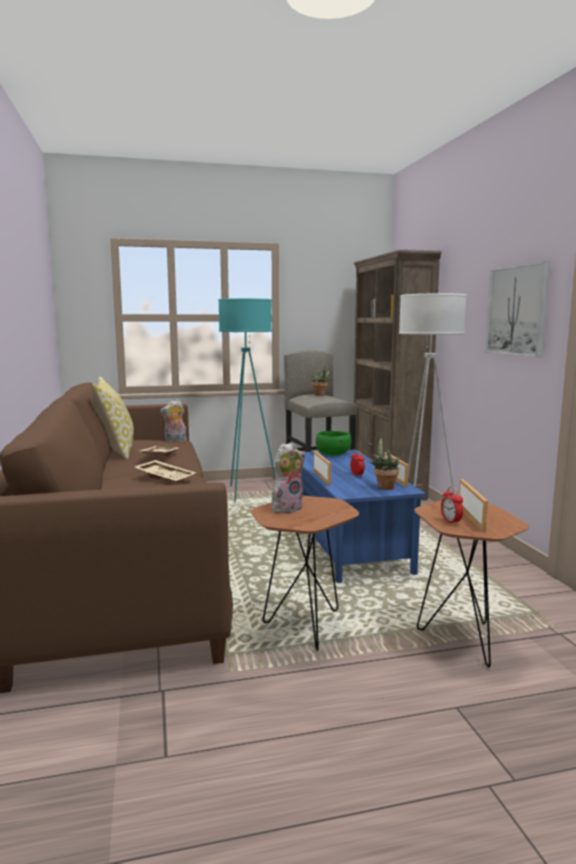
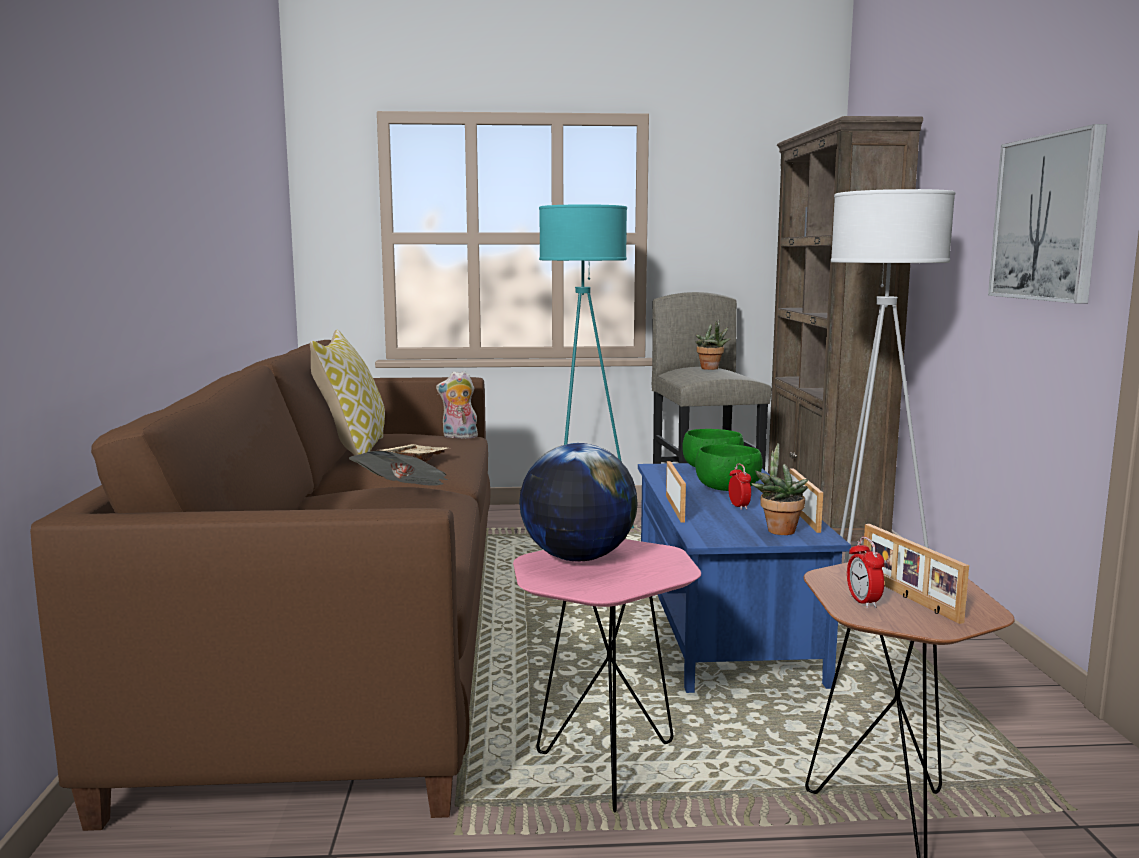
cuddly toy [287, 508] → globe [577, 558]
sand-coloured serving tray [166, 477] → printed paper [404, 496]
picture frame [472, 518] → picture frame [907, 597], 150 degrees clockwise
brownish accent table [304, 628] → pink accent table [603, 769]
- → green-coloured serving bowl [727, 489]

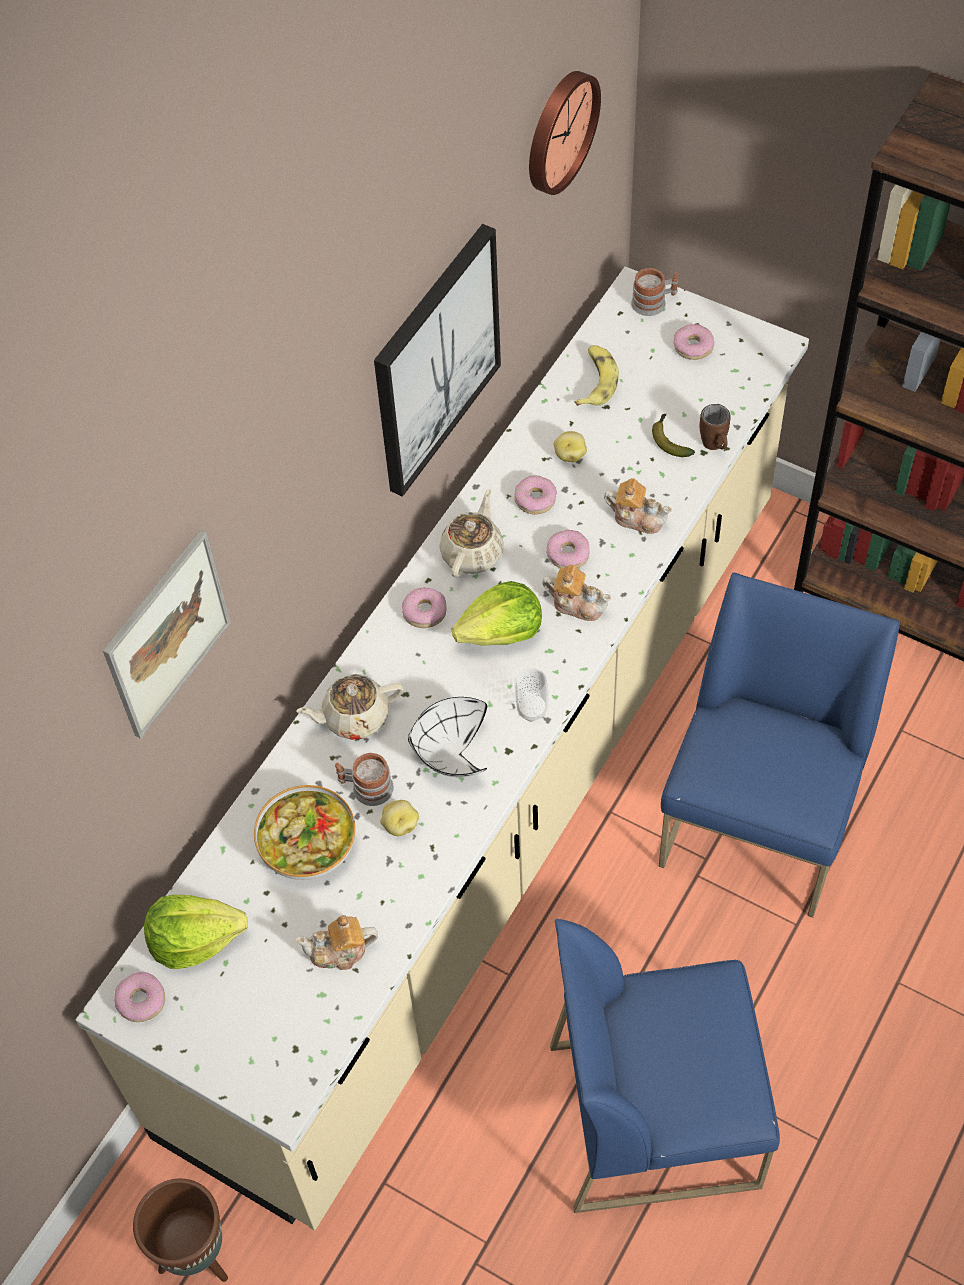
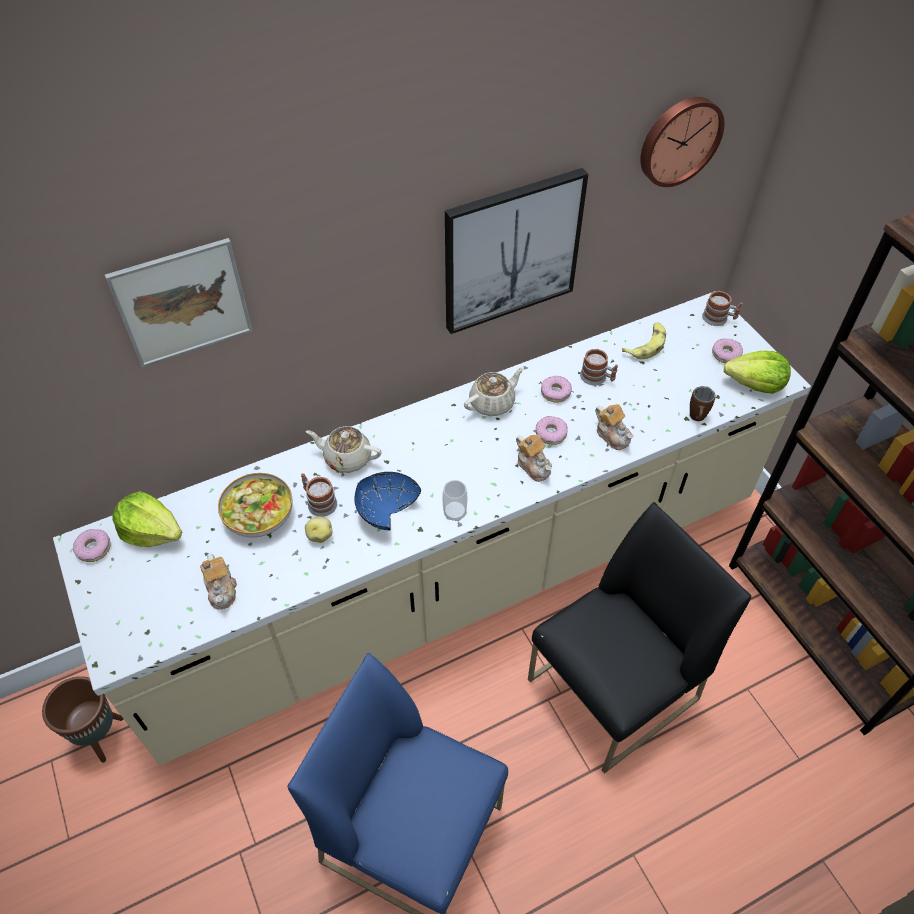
banana [669, 440] → -
spud [570, 454] → mug [597, 378]
bluish chair [761, 821] → black-coloured chair [612, 691]
lettuce [502, 633] → lettuce [755, 384], moved
doughnut [424, 612] → -
white serving bowl [450, 755] → bluish serving bowl [383, 511]
pot for tea [339, 951] → pot for tea [222, 589], 135 degrees counterclockwise

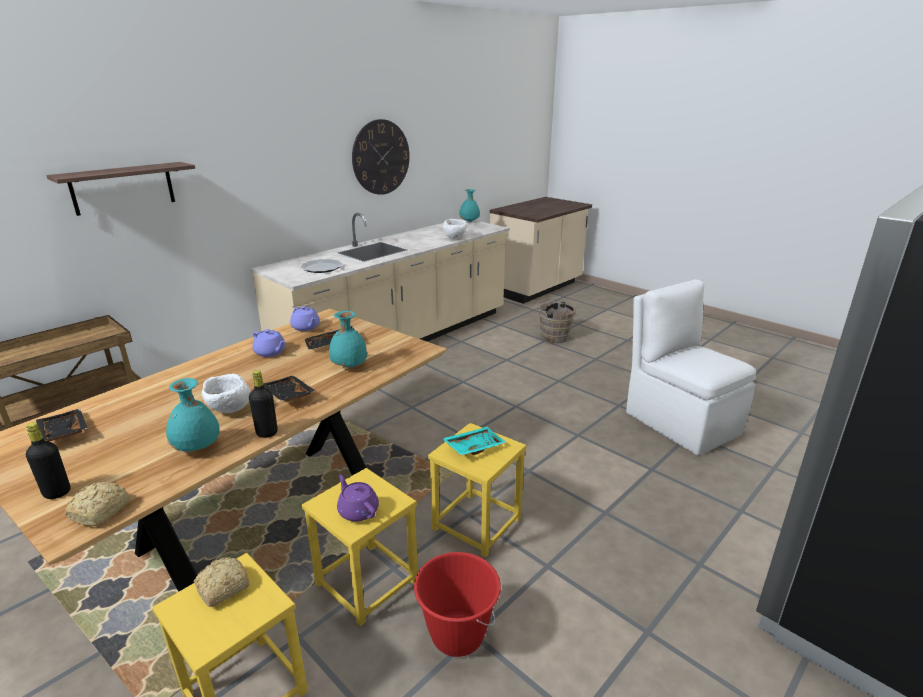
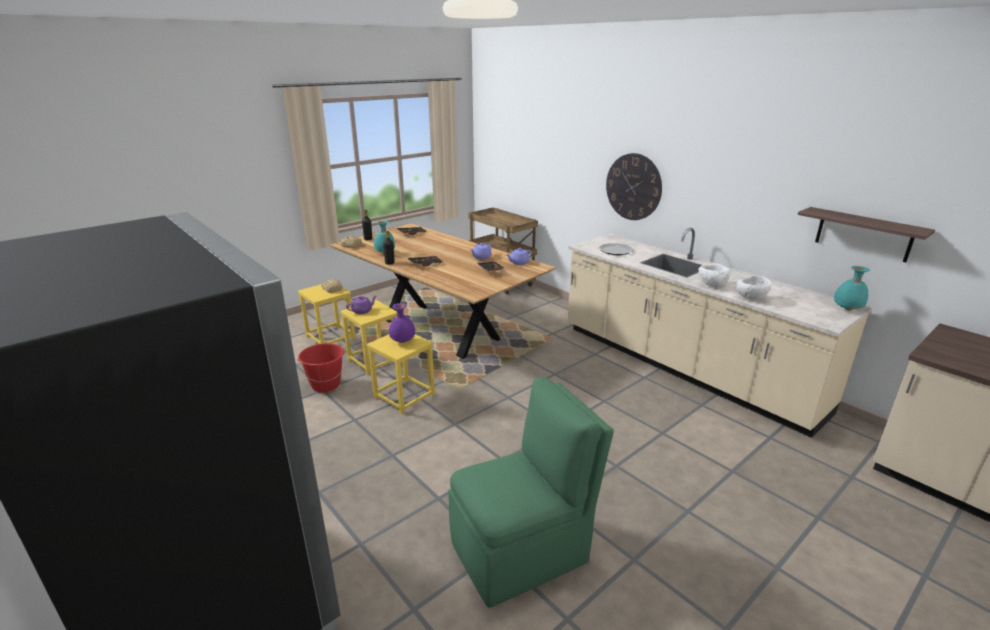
hanging clock [381, 157] → hanging clock [633, 187], moved
bracket shelf [123, 188] → bracket shelf [863, 234], moved
white chair [680, 421] → green-coloured chair [522, 551]
brownish pail [552, 336] → -
turquoise vase [349, 366] → -
white serving bowl [229, 410] → white serving bowl [711, 285], moved
turquoise serving tray [473, 447] → purple-coloured vase [402, 341]

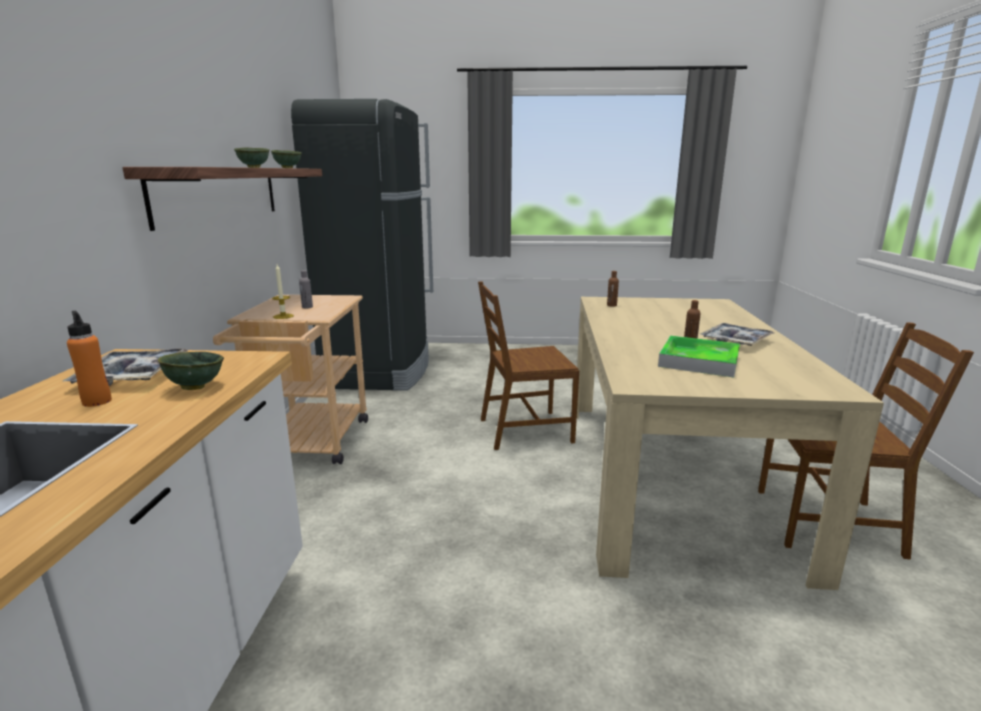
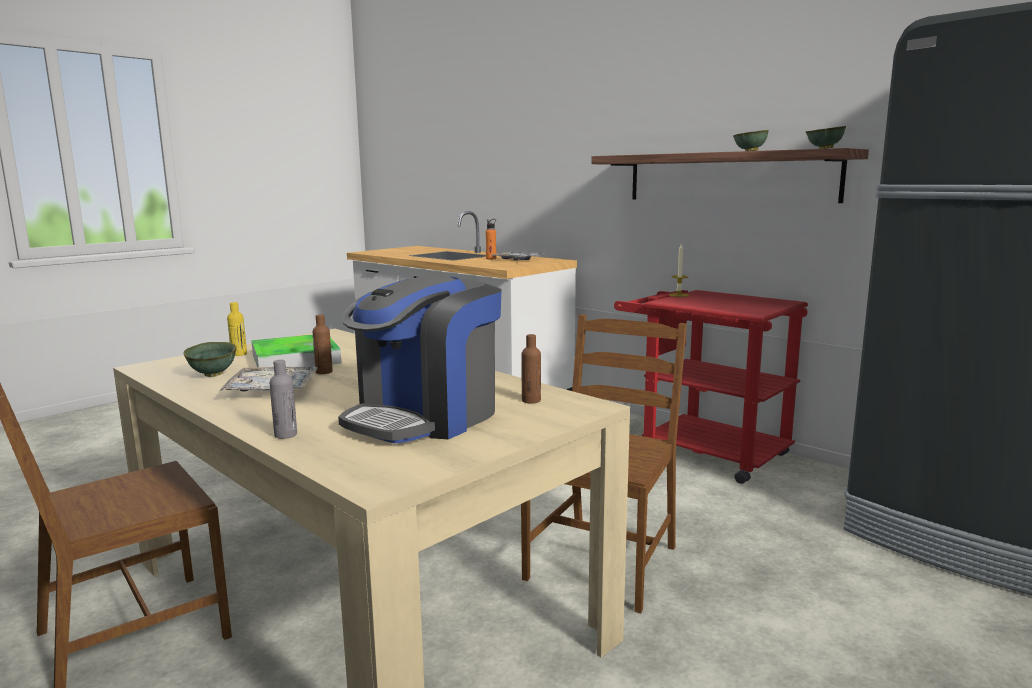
greyish drink bottle [307, 307] → greyish drink bottle [285, 435], moved
sand-coloured cart [310, 445] → red cart [702, 451]
green-coloured serving bowl [194, 387] → green-coloured serving bowl [214, 375], moved
- → coffee brewer [425, 417]
- → yellow drink bottle [239, 354]

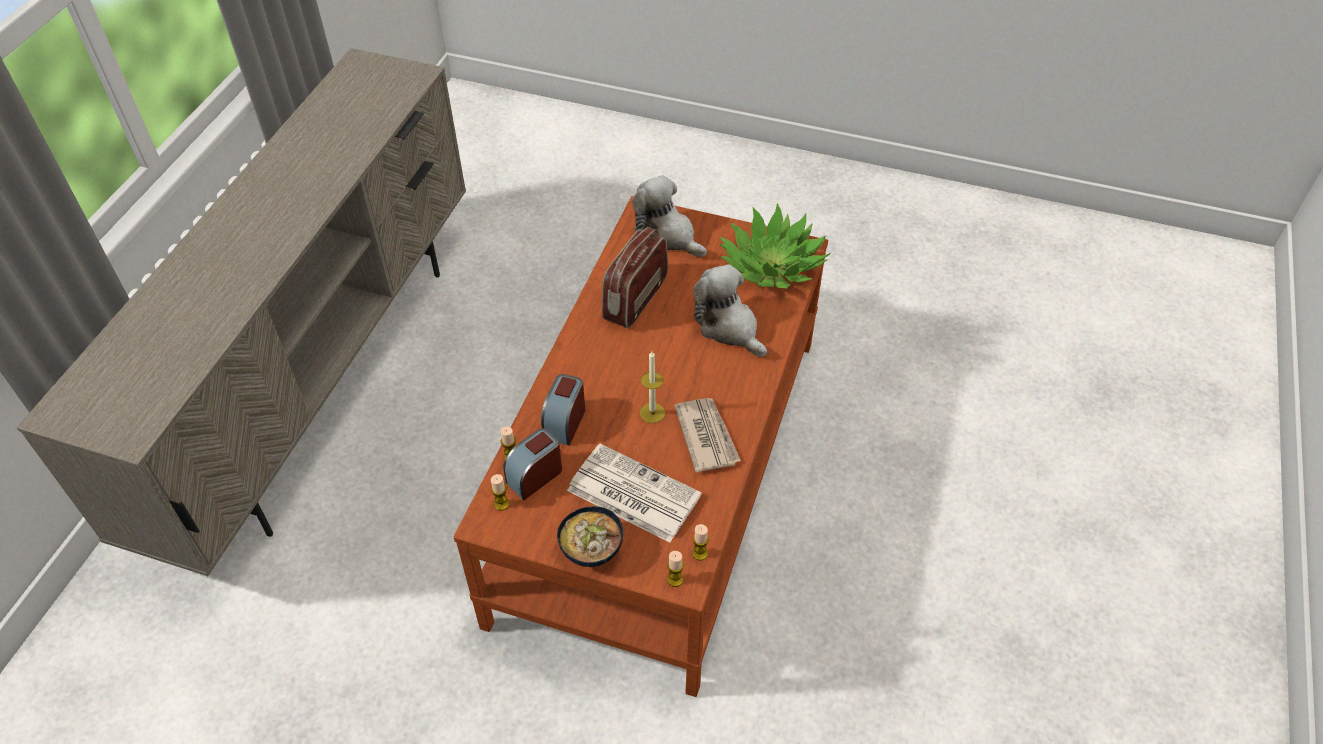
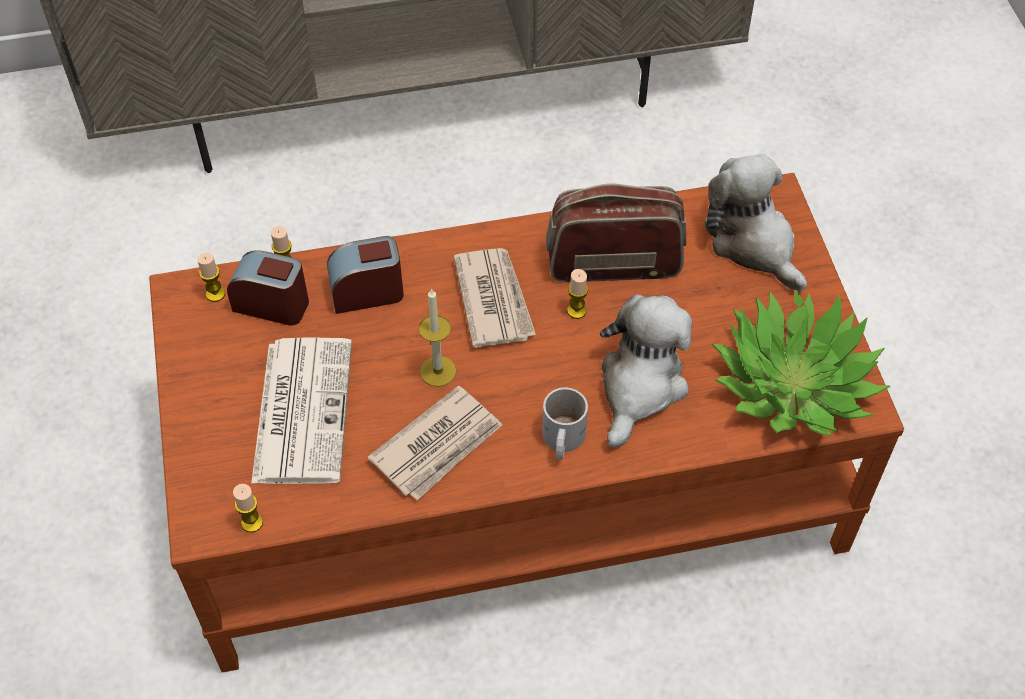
cuddly toy [667, 235] → cuddly toy [753, 243], 45 degrees counterclockwise
serving bowl [593, 551] → -
wax candle [675, 579] → wax candle [576, 311], moved
- → printed paper [494, 299]
- → white mug [561, 440]

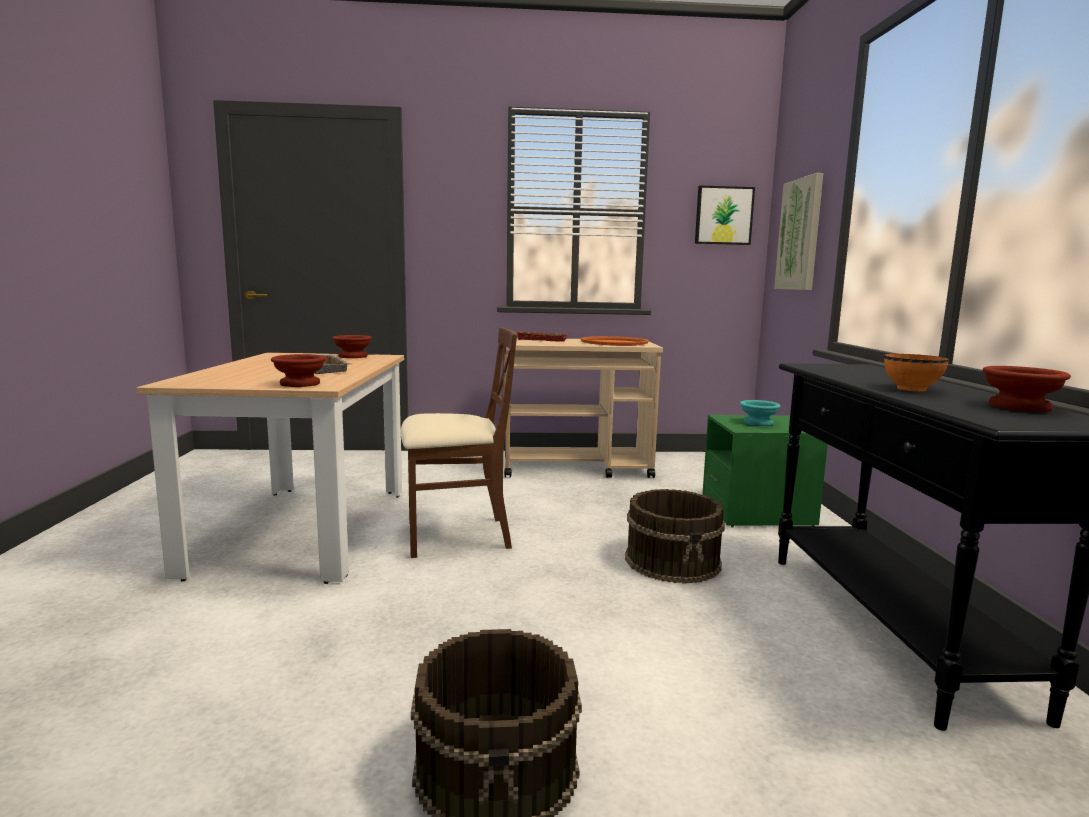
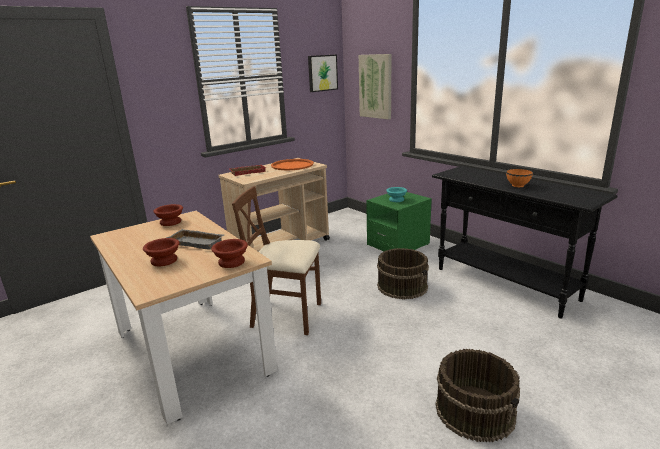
brownish chair [456, 536] → brownish chair [287, 316], 120 degrees counterclockwise
brownish serving bowl [1017, 407] → brownish serving bowl [163, 261], moved

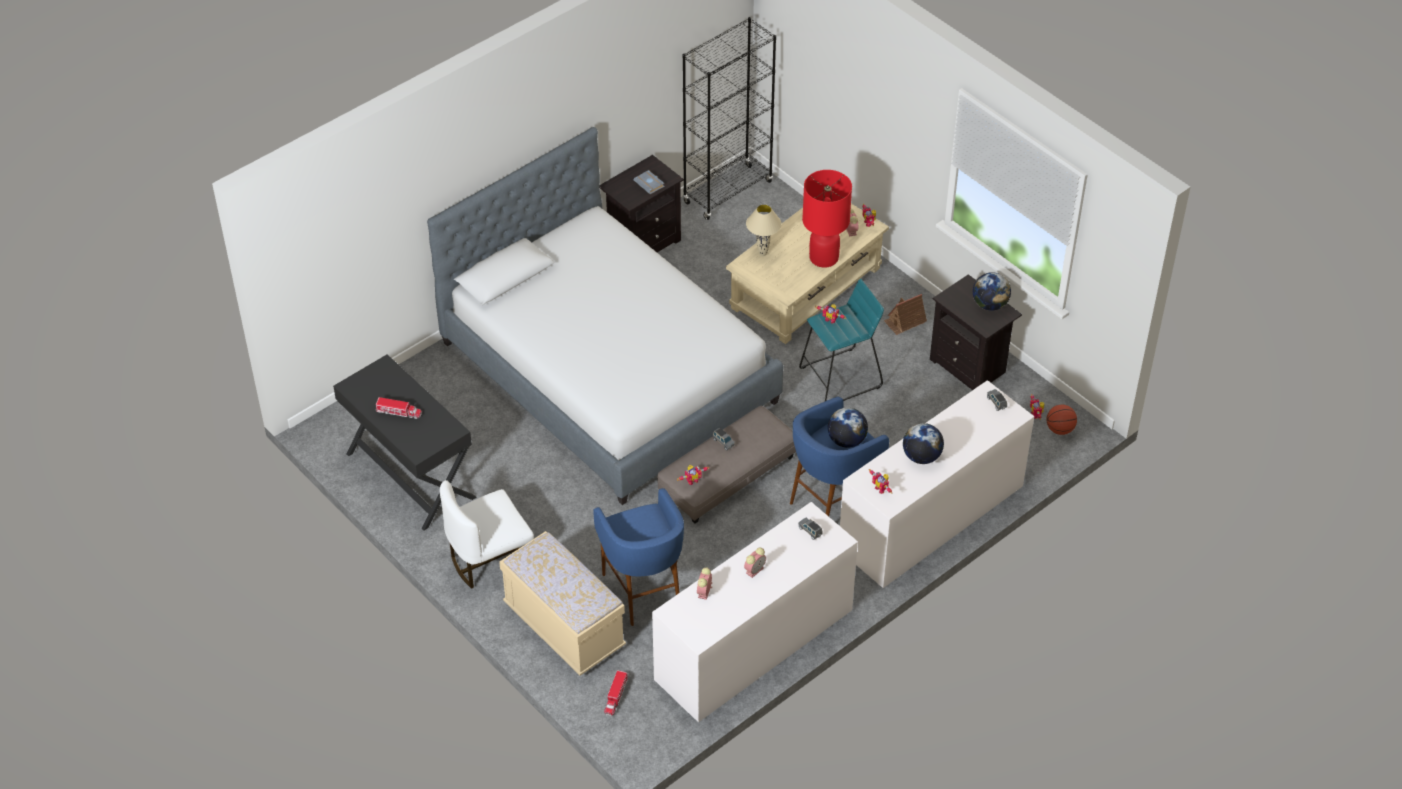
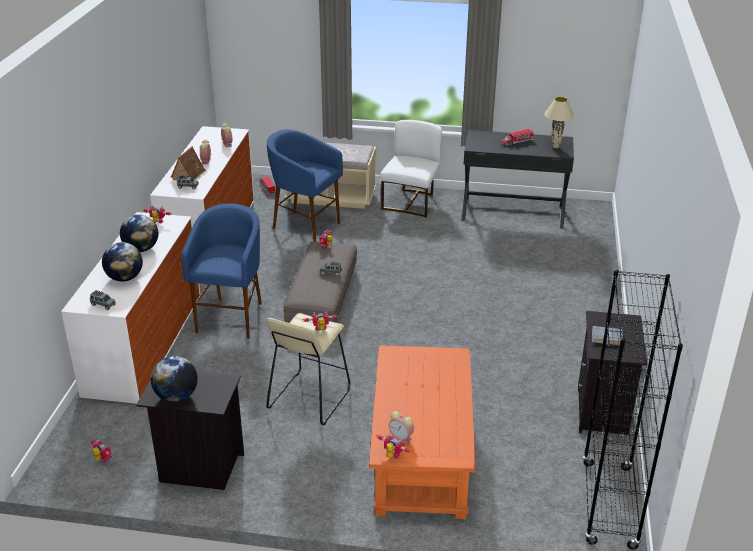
bedroom bed [609, 372] → -
red tabletop lamp [823, 258] → -
sand-coloured low table [806, 288] → orange low table [421, 455]
sand-coloured tabletop lamp [762, 253] → sand-coloured tabletop lamp [556, 147], moved
turquoise stool seat [841, 377] → sand-coloured stool seat [309, 398]
toy house [905, 321] → toy house [189, 175], moved
ball for basketball [1060, 429] → -
globe [846, 440] → globe [125, 278], moved

